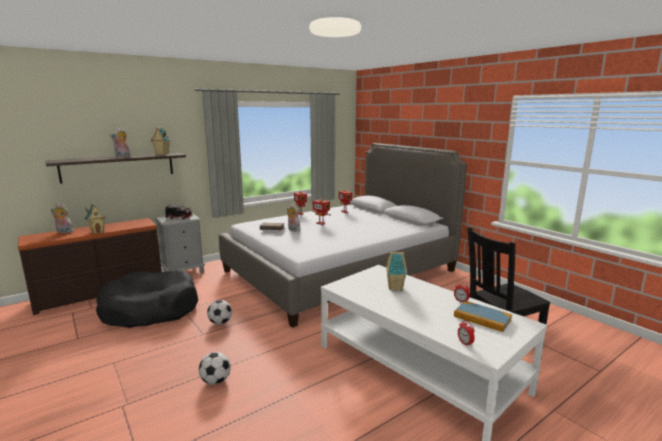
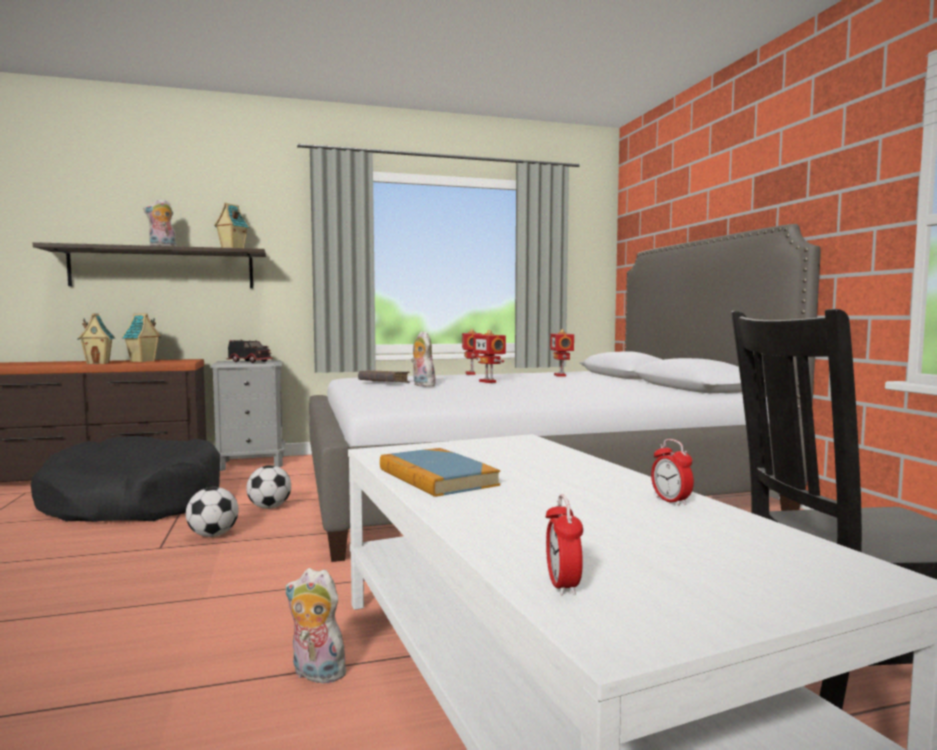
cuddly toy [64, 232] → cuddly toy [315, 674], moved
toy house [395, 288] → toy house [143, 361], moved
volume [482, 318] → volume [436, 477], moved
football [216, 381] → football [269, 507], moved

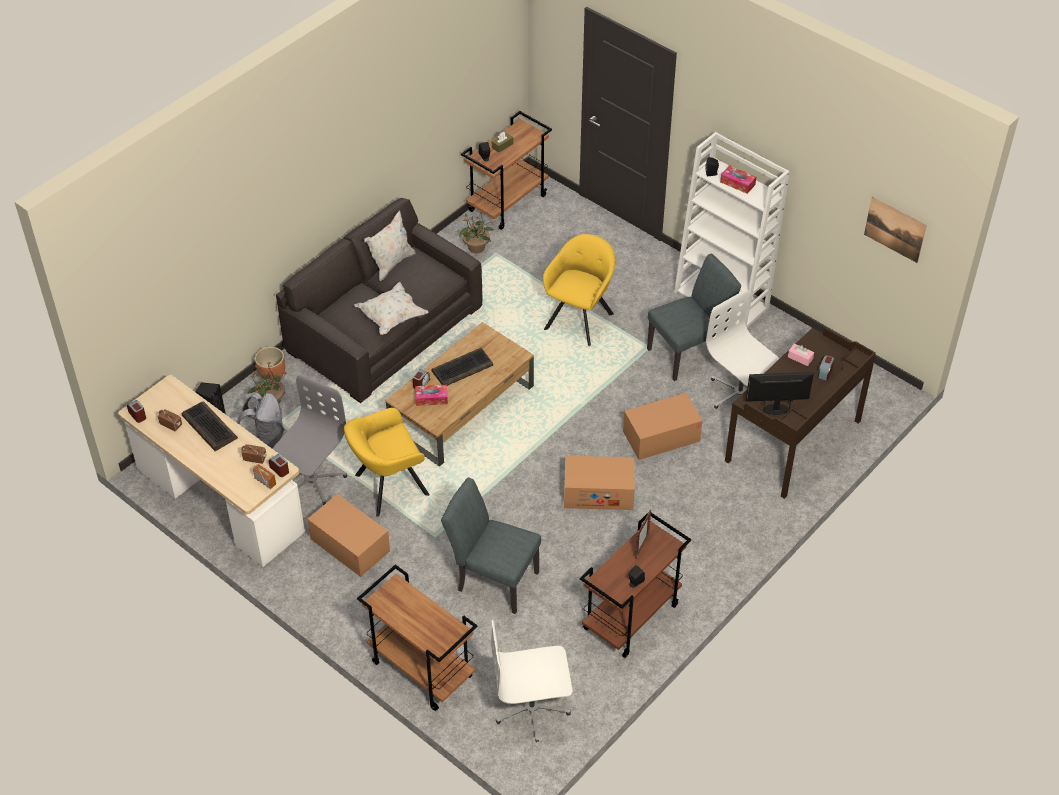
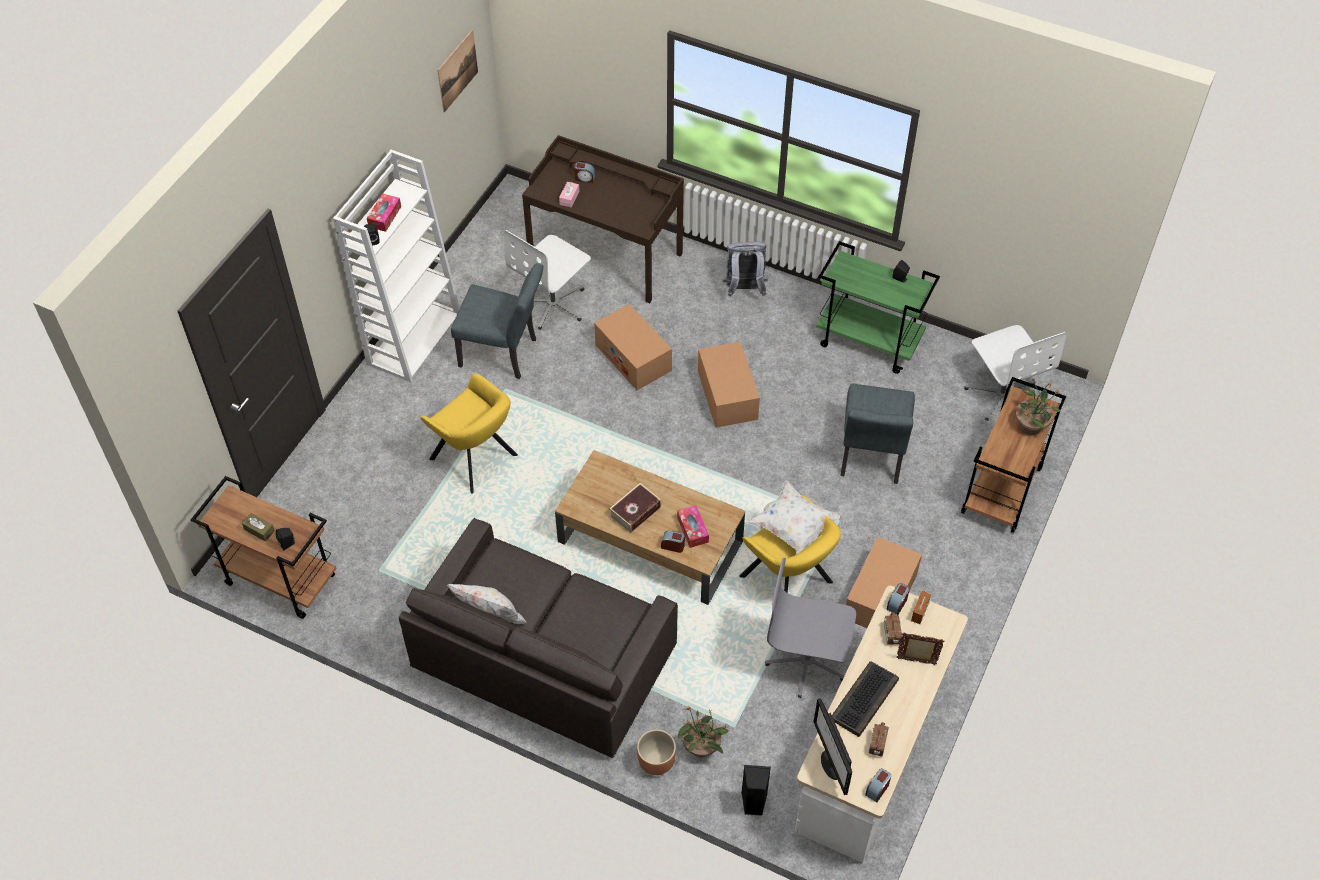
potted plant [477, 248] → potted plant [1030, 425], moved
yellow lounge chair [580, 319] → yellow lounge chair [476, 460], 150 degrees counterclockwise
greyish chair [689, 352] → greyish chair [504, 354], 150 degrees clockwise
white pillow [391, 317] → white pillow [793, 528], moved
keyboard [462, 368] → volume [635, 511]
computer screen [776, 409] → computer screen [831, 764], moved
greyish backpack [265, 441] → greyish backpack [744, 289], moved
picture frame [641, 547] → picture frame [916, 661], moved
brownish cart [631, 618] → green-coloured cart [869, 342]

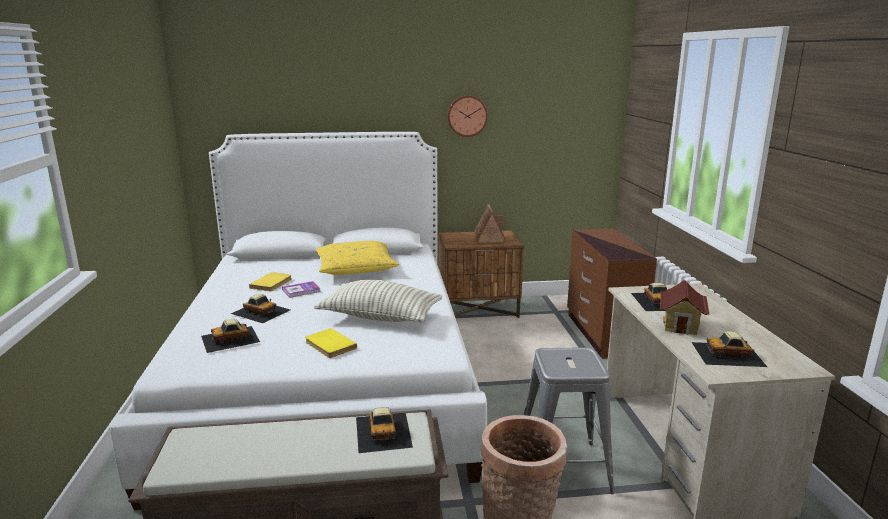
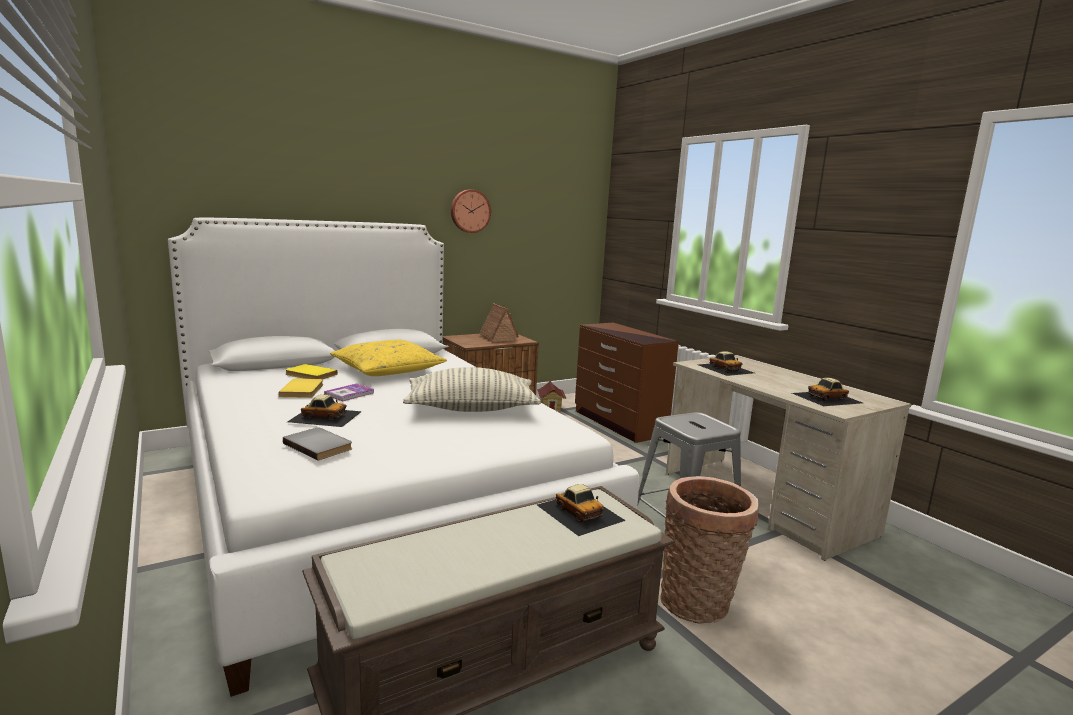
toy house [680, 326] → toy house [550, 408], moved
miniature car [230, 339] → greyish volume [320, 445]
yellow volume [329, 345] → yellow volume [310, 375], moved

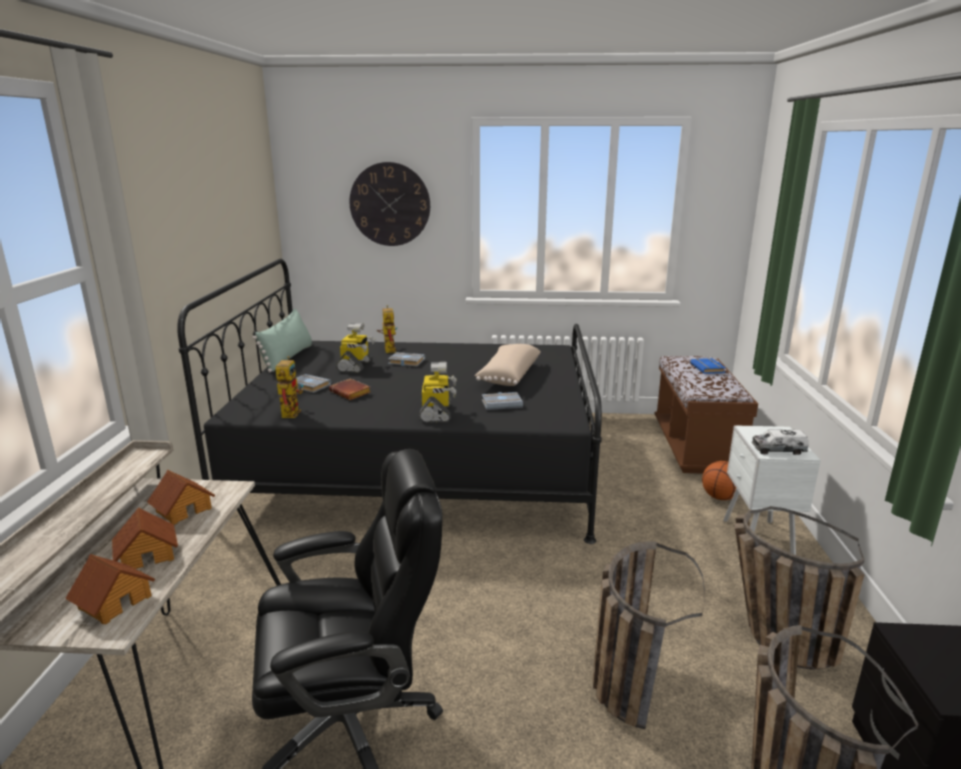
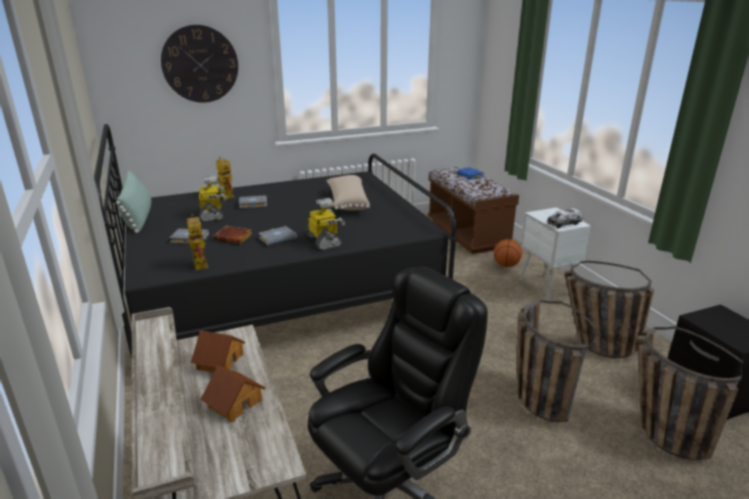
greyish volume [502, 404] → greyish volume [278, 238], moved
toy house [114, 601] → -

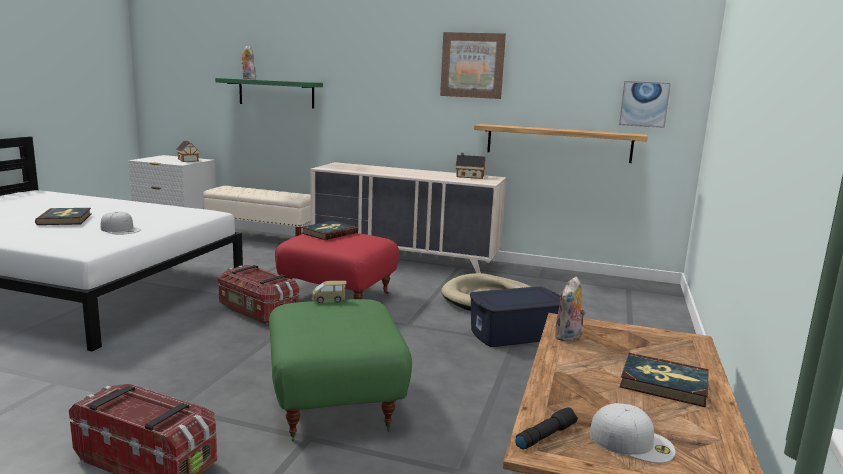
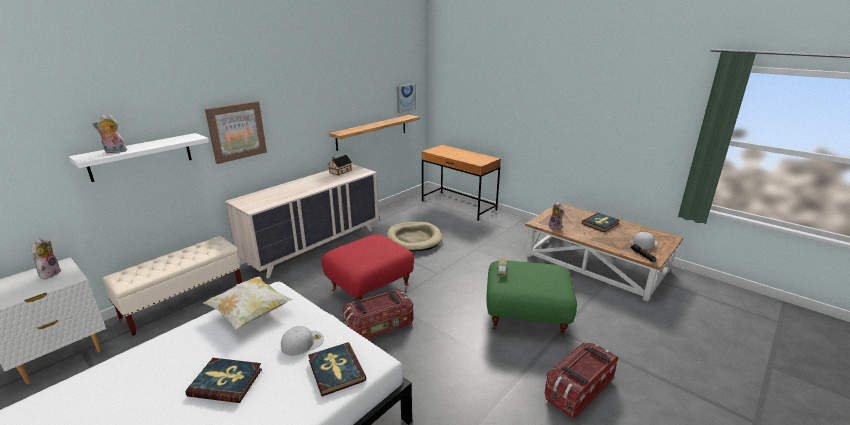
picture [472, 65] → picture [236, 131], moved
green-coloured bracket shelf [276, 93] → white bracket shelf [141, 156]
toy house [188, 160] → cuddly toy [50, 273]
volume [329, 233] → volume [336, 370], moved
bluish storage container [515, 334] → -
- → brownish desk table [458, 205]
- → pillow [250, 314]

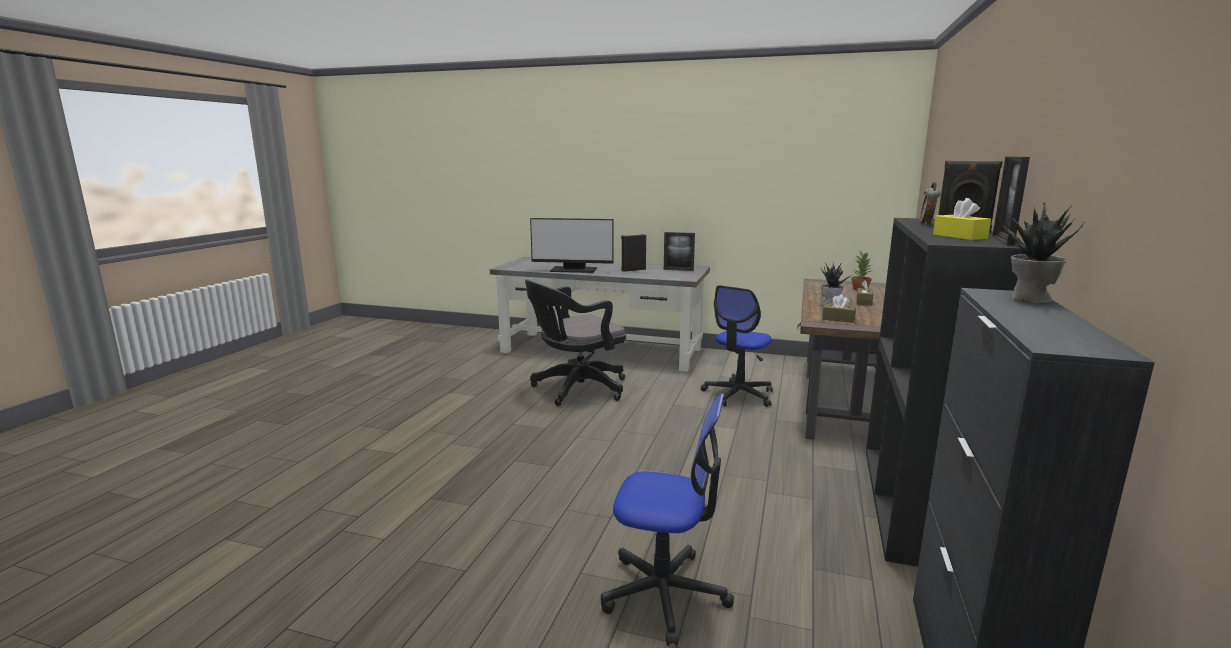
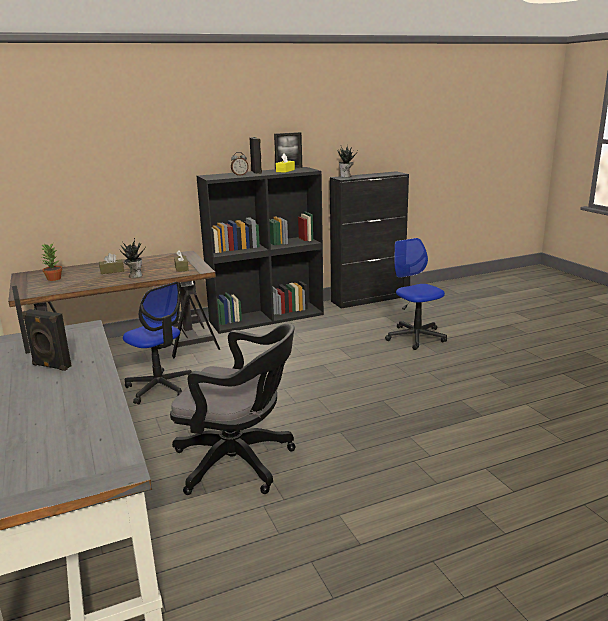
computer screen [573, 270] → -
desk chair [738, 395] → desk chair [160, 387], 45 degrees clockwise

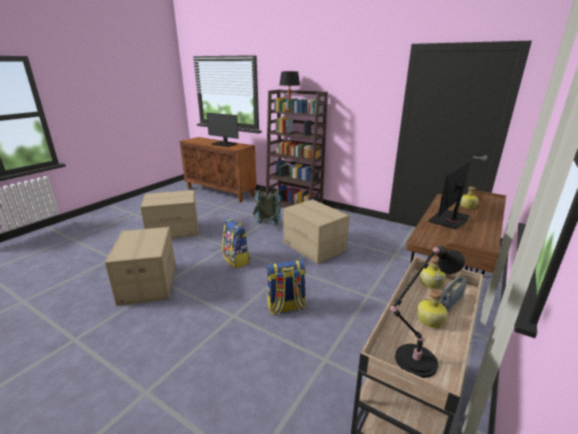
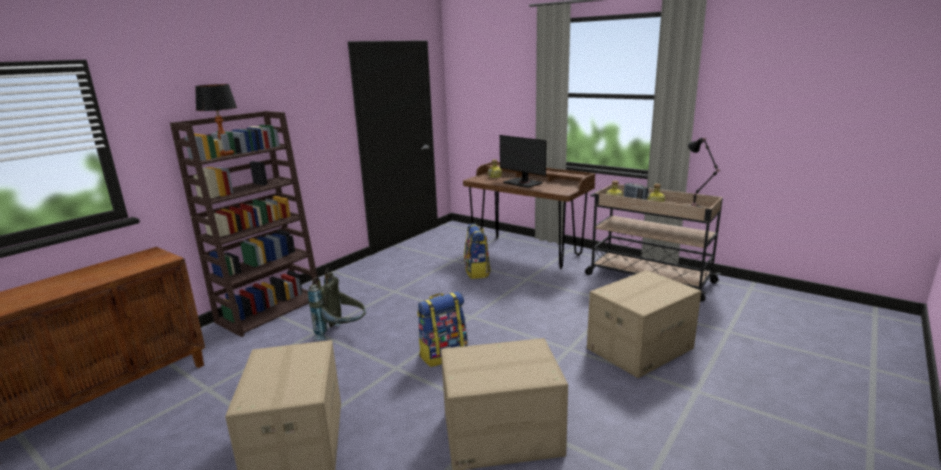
computer screen [224, 144] → -
carton [314, 247] → carton [639, 348], moved
backpack [286, 307] → backpack [477, 272], moved

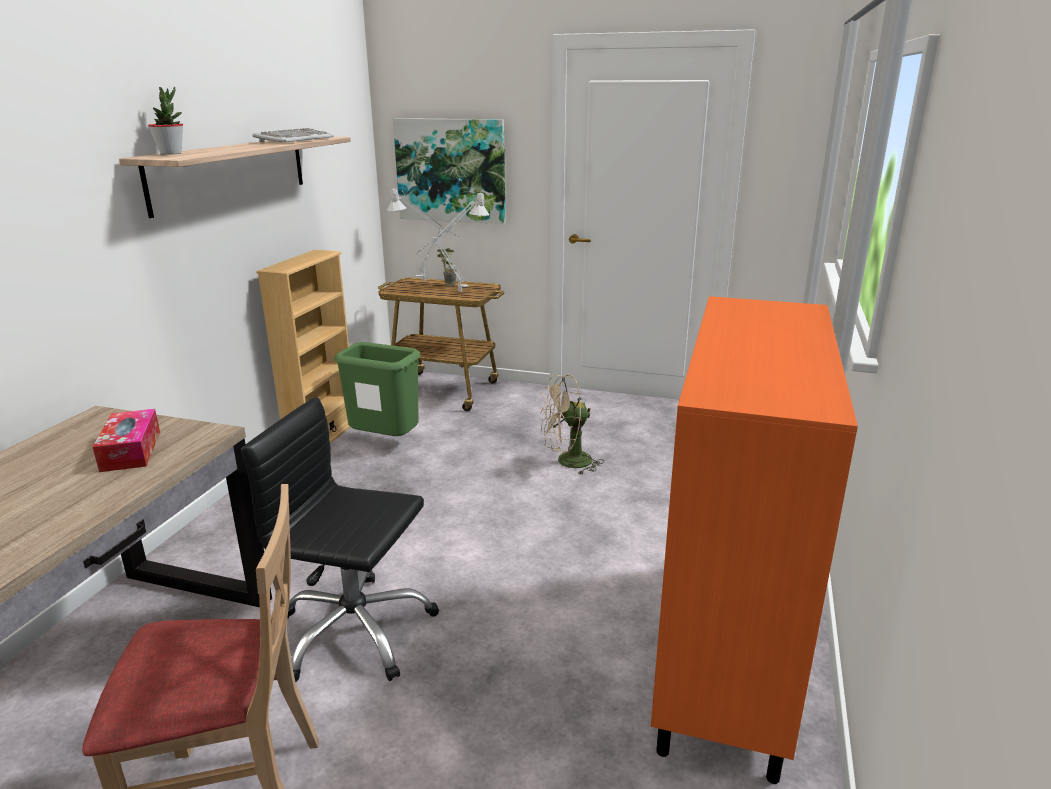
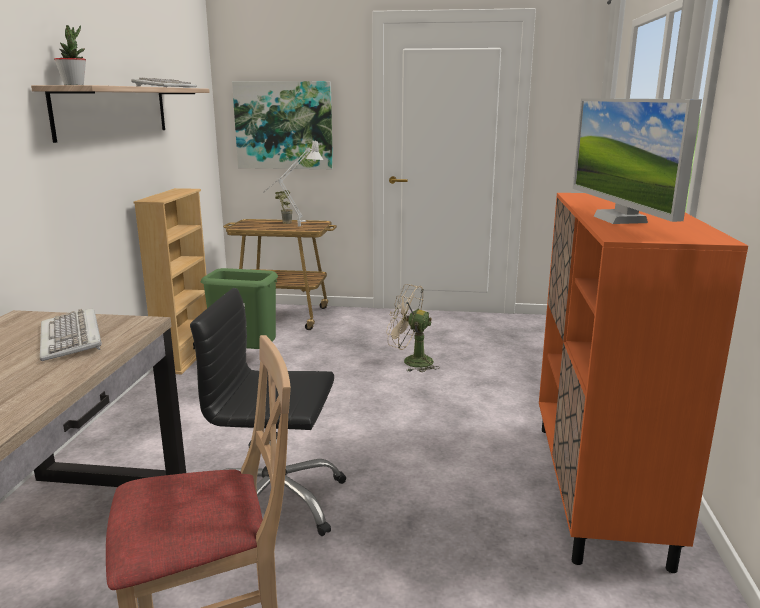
greyish tabletop lamp [429, 281] → -
sand-coloured electric fan [567, 462] → sand-coloured electric fan [411, 362], 45 degrees clockwise
tissue box [131, 451] → keyboard [72, 338]
- → computer screen [620, 219]

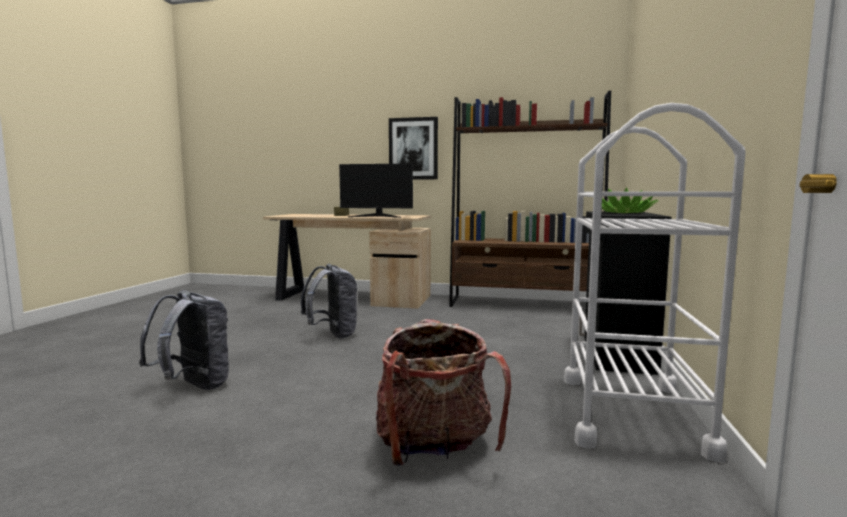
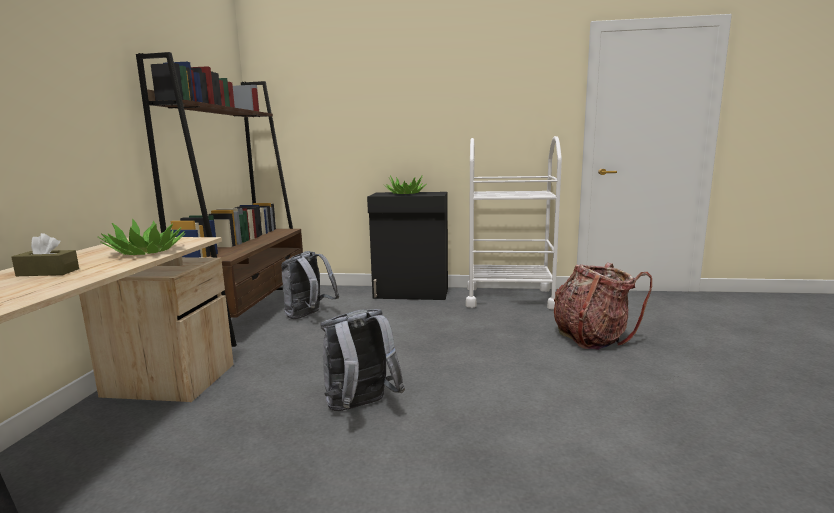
picture [413, 149] → -
computer screen [377, 216] → potted plant [146, 252]
greyish backpack [193, 387] → greyish backpack [309, 316], moved

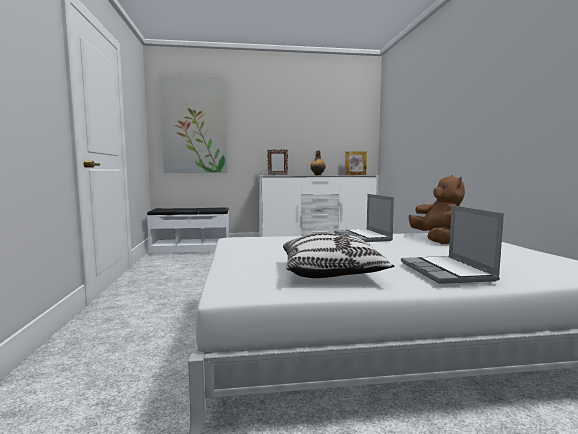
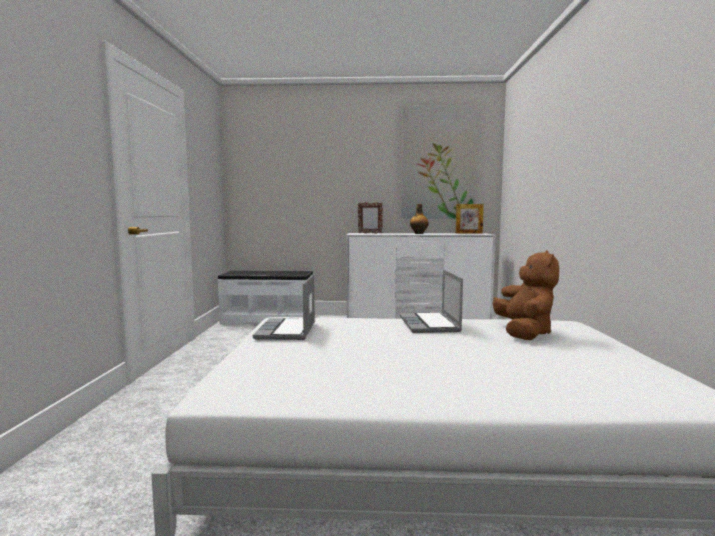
picture [194, 125] → picture [438, 163], moved
laptop [447, 272] → laptop [287, 331], moved
pillow [332, 273] → -

